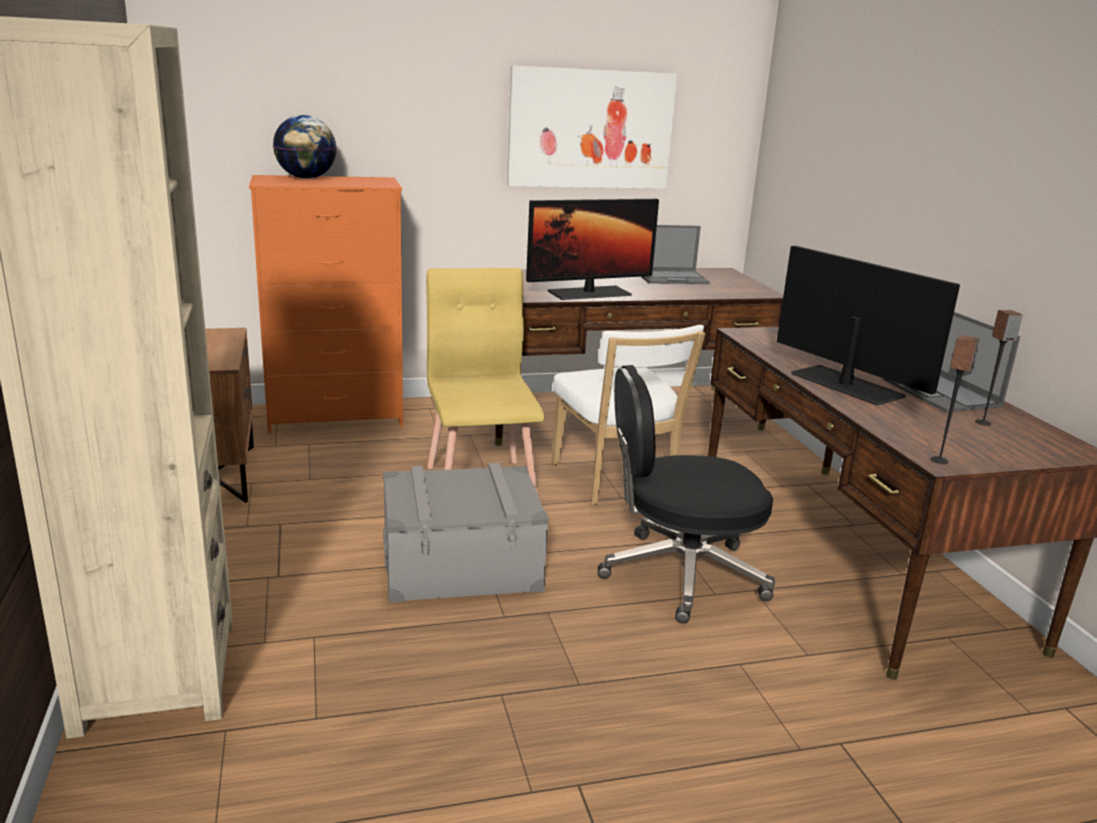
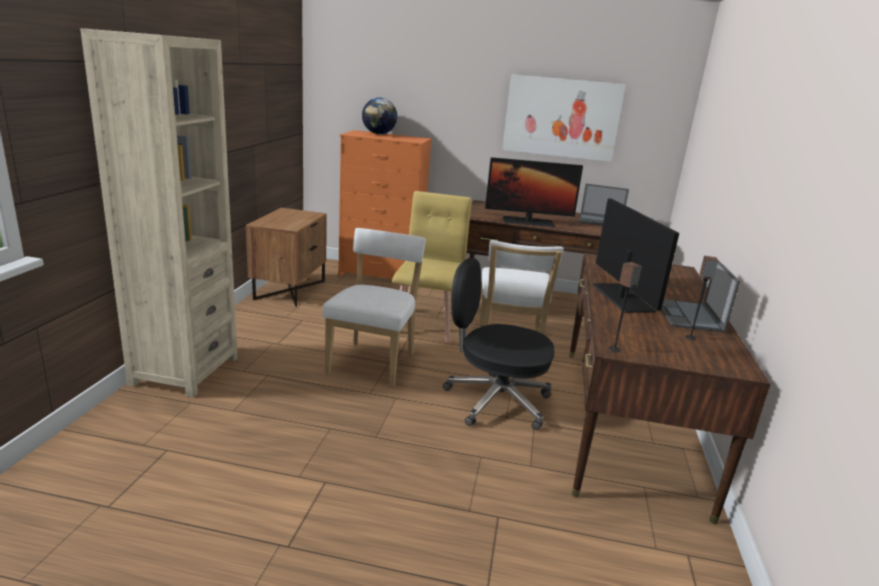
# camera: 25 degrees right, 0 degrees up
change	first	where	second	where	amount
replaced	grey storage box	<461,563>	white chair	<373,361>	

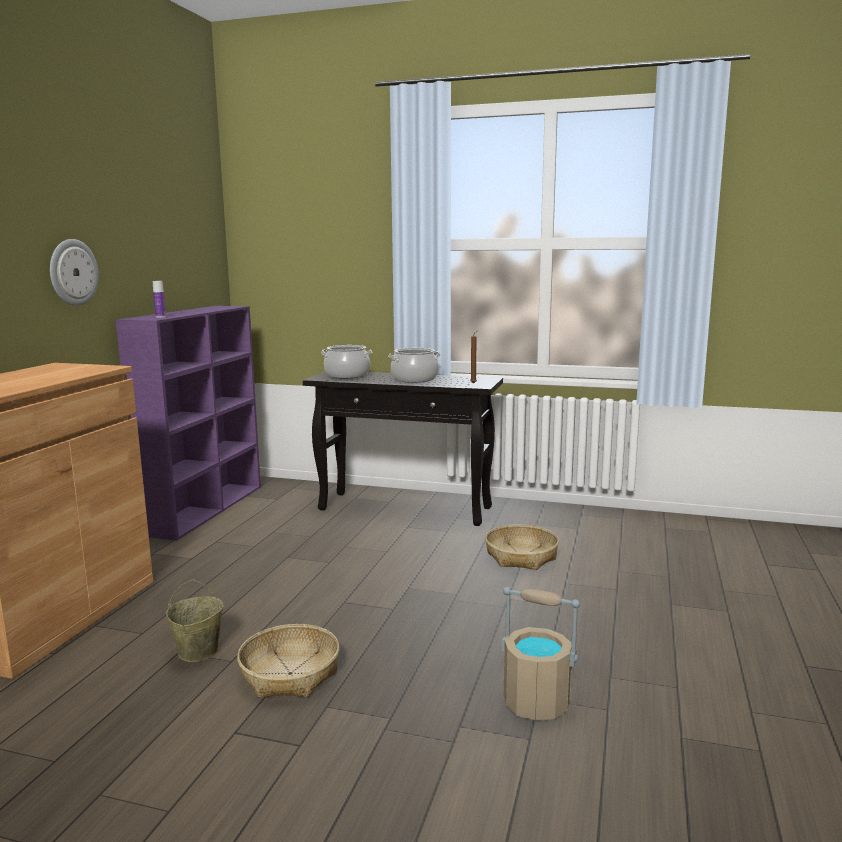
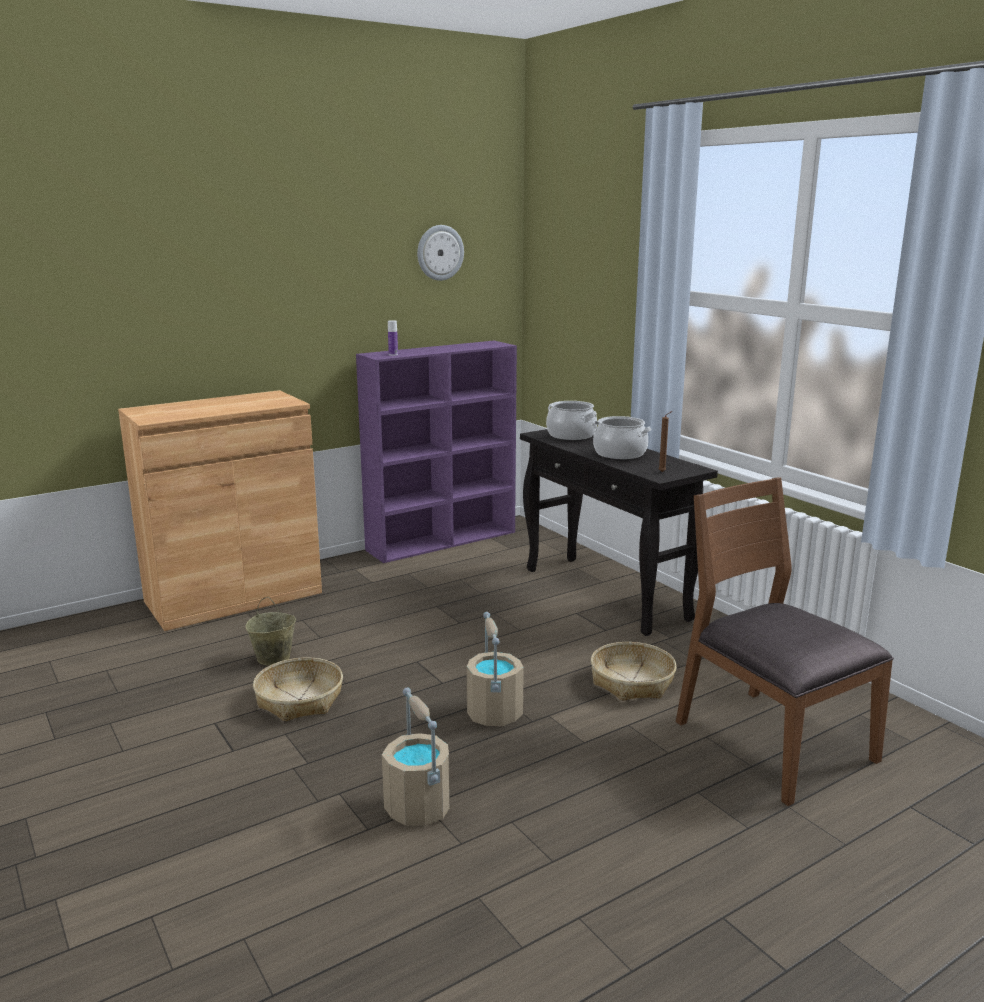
# camera: 40 degrees right, 5 degrees up
change	first	where	second	where	amount
moved	wall clock	<73,272>		<439,252>	
added			brown chair	<770,741>	
added			beige bucket	<494,713>	

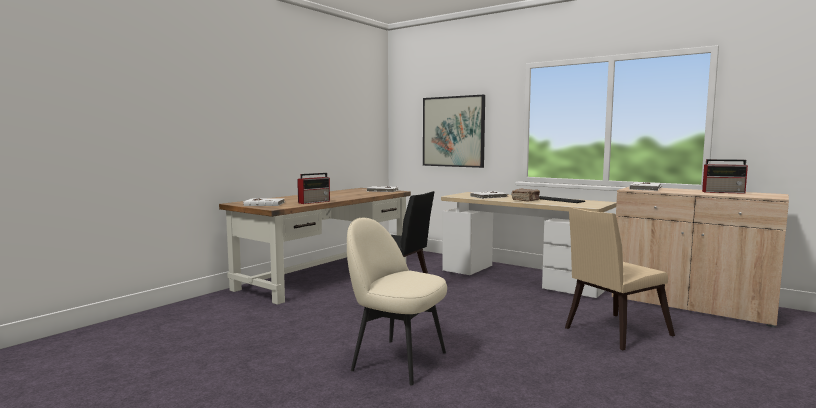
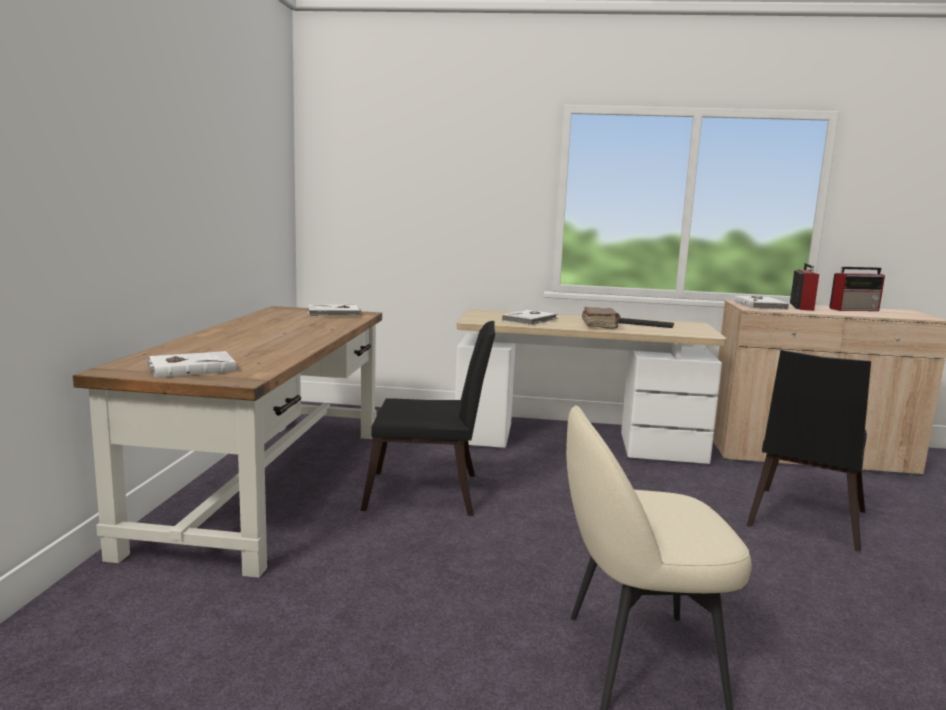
# camera: 30 degrees left, 5 degrees up
change	first	where	second	where	amount
removed	picture	<453,131>			
moved	radio	<314,202>		<802,307>	
recoloured	beige chair	<612,332>	black chair	<803,521>	

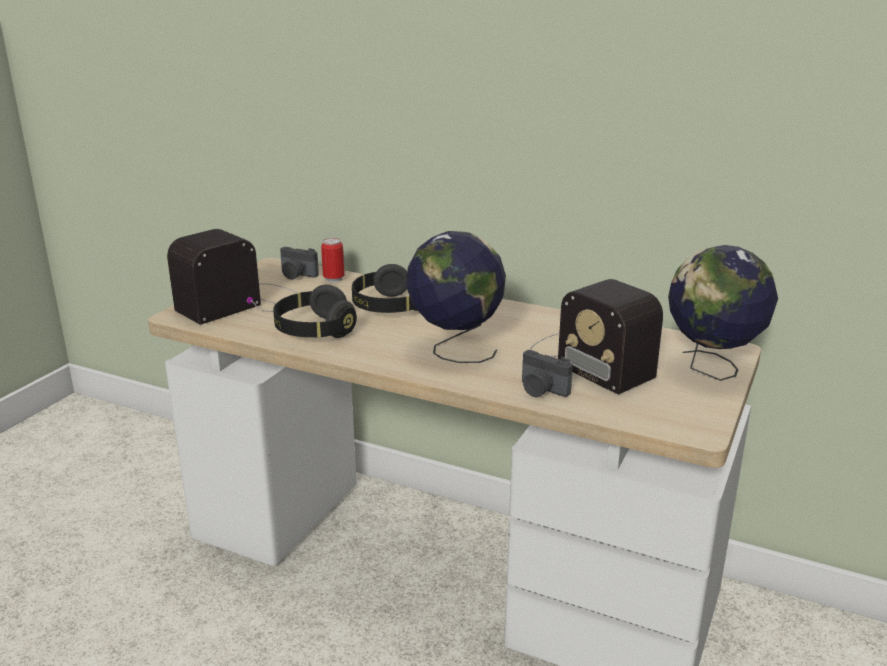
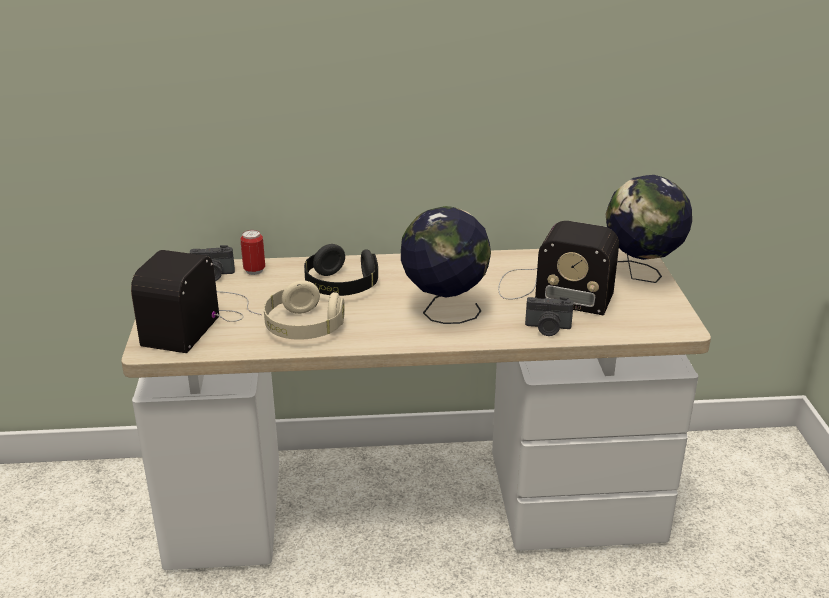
# camera: 30 degrees left, 5 degrees up
change	first	where	second	where	amount
recoloured	black headphones	<314,330>	beige headphones	<303,328>	

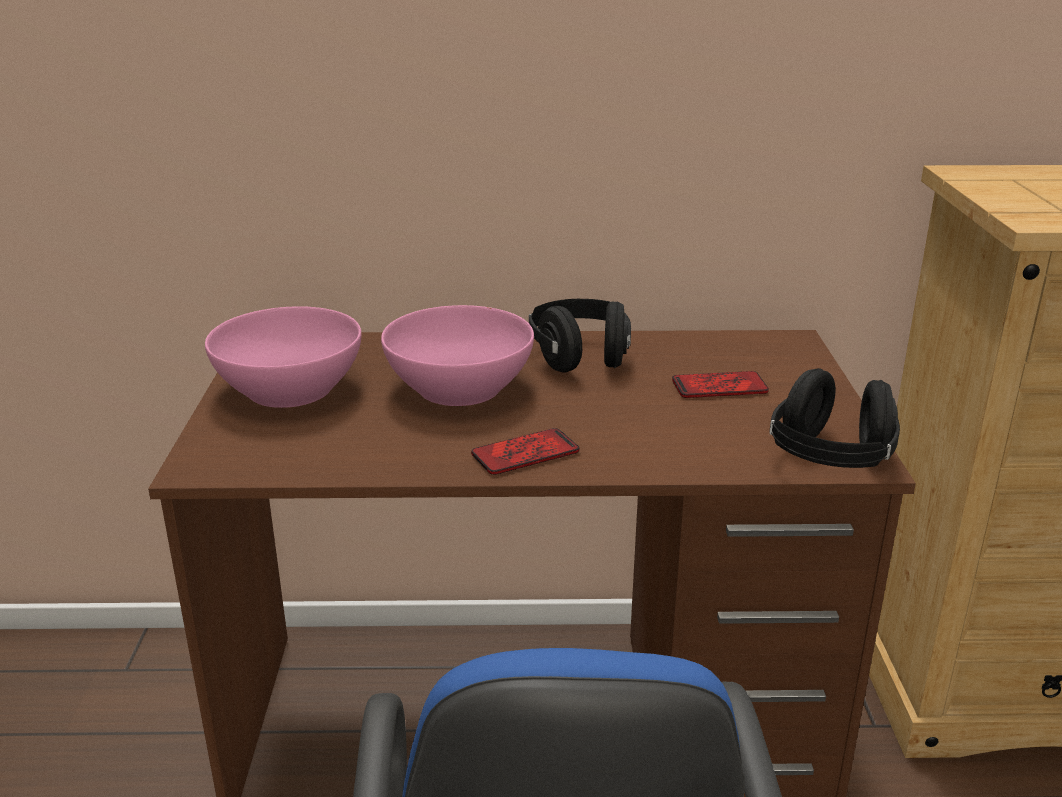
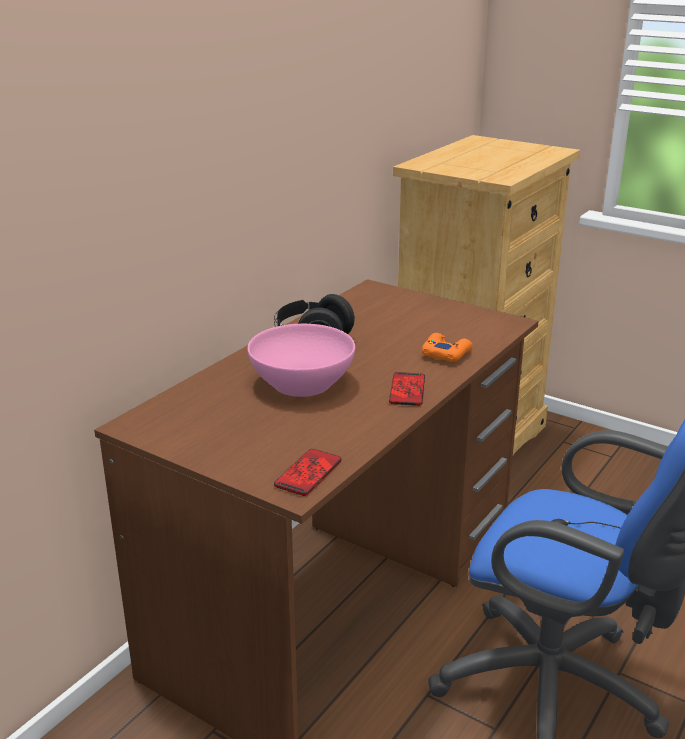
# camera: 55 degrees left, 0 degrees up
change	first	where	second	where	amount
removed	pink bowl	<291,389>			
removed	black headphones	<830,459>			
moved	phone	<719,387>		<308,473>	
added			orange game controller	<446,353>	

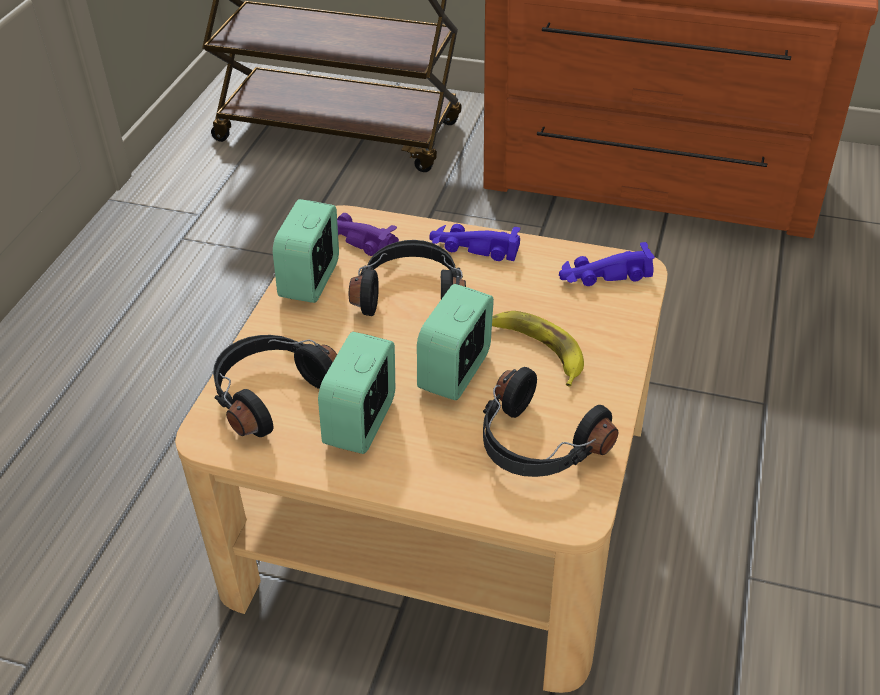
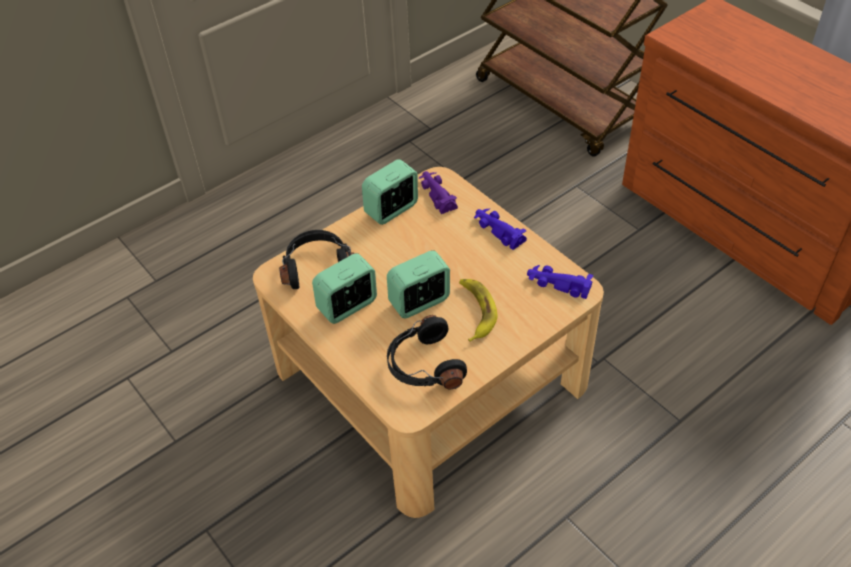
# camera: 35 degrees right, 5 degrees up
change	first	where	second	where	amount
removed	black headphones	<411,293>			

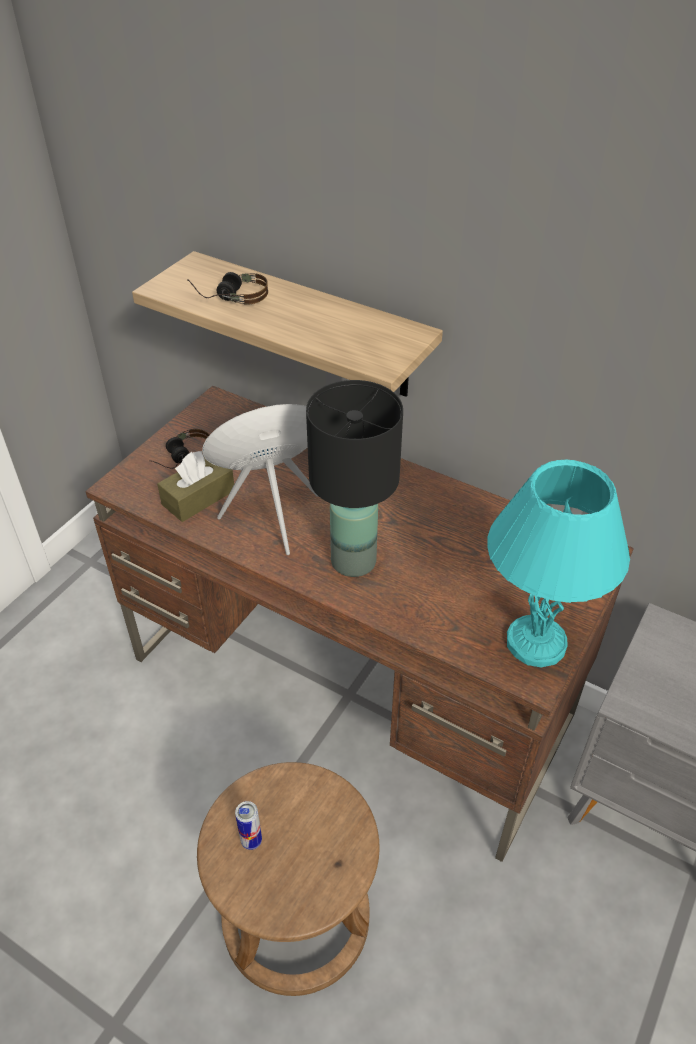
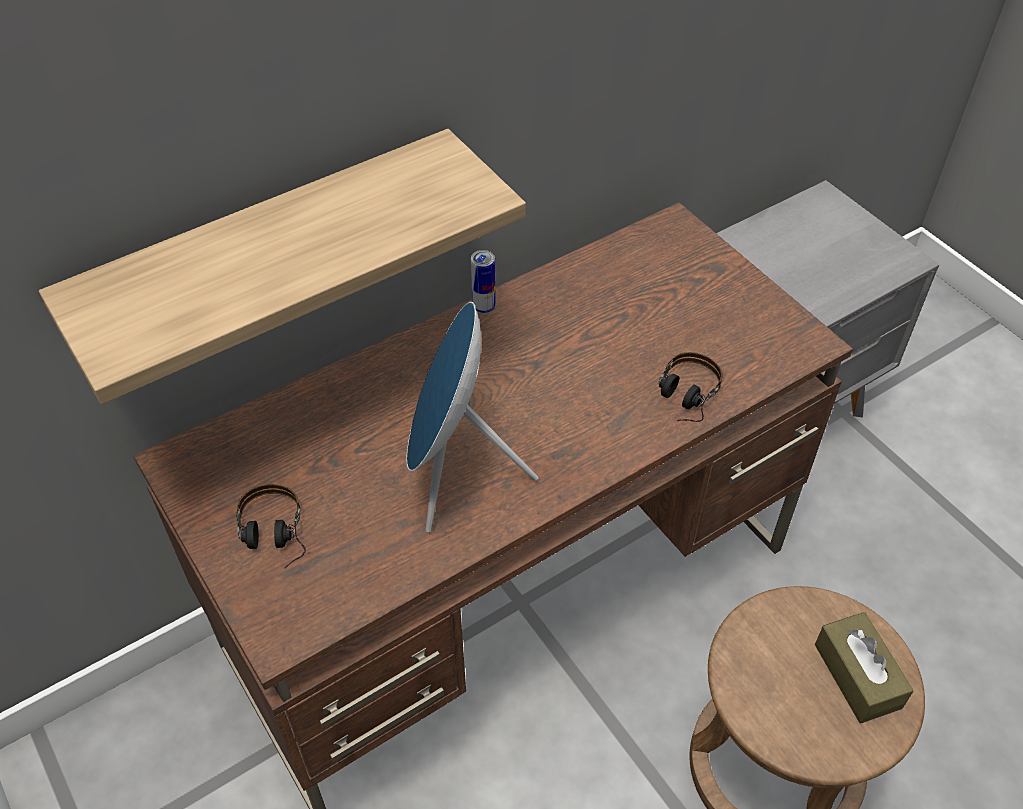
# camera: 65 degrees left, 5 degrees up
change	first	where	second	where	amount
moved	headphones	<230,296>		<684,400>	
removed	black table lamp	<353,560>			
moved	brown tissue box	<198,497>		<857,676>	
removed	turquoise table lamp	<533,642>			
moved	can	<251,840>		<484,307>	

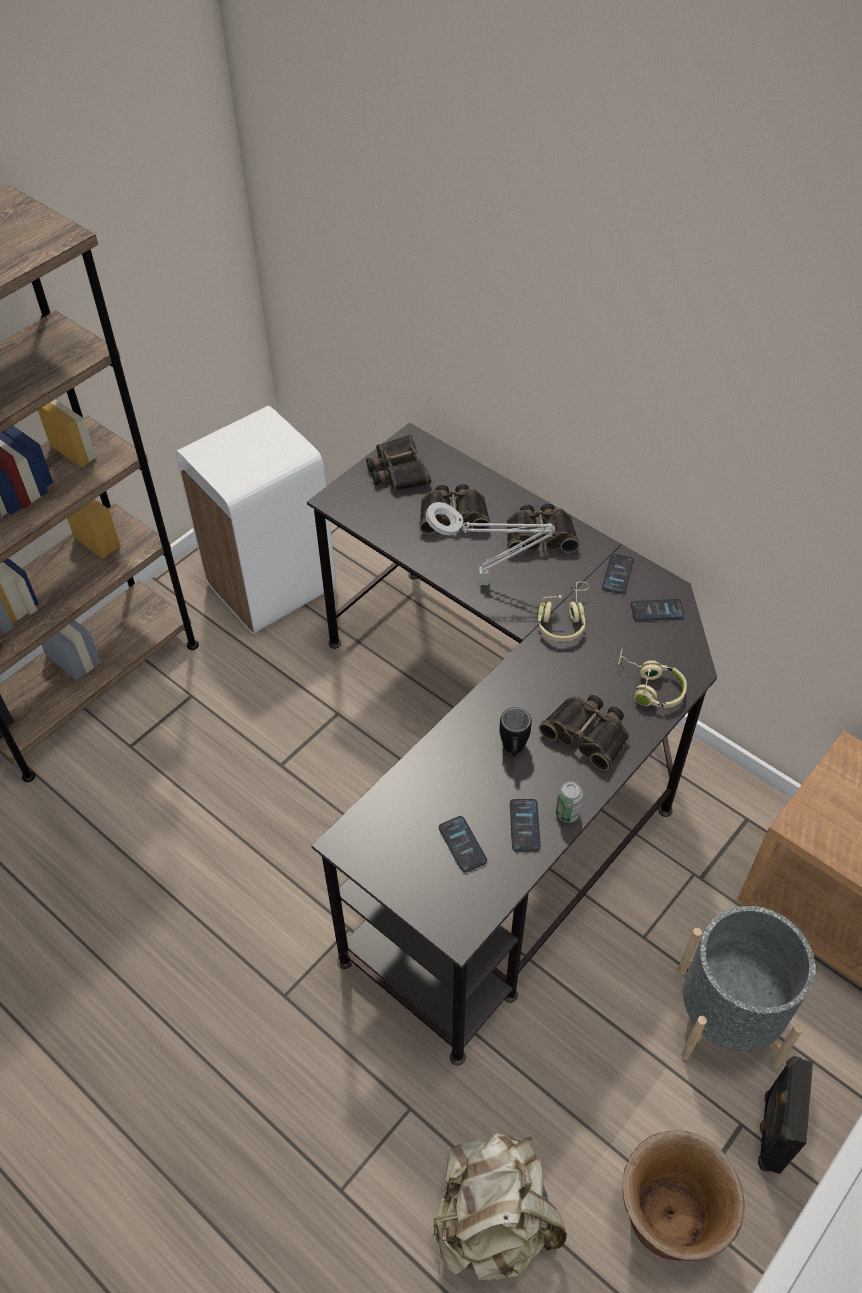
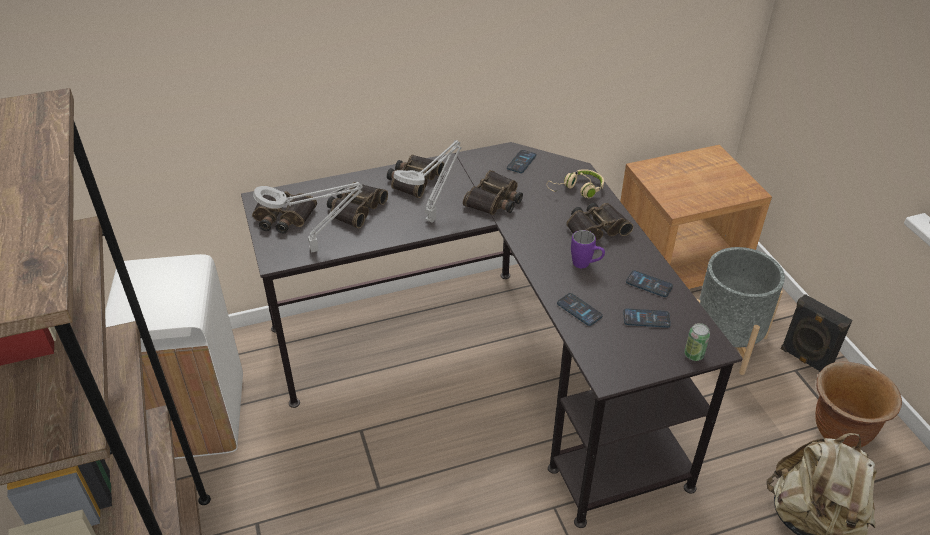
# camera: 60 degrees left, 10 degrees down
change	first	where	second	where	amount
moved	phone	<617,574>		<579,310>	
replaced	beige headphones	<563,619>	binoculars	<495,200>	
recoloured	black mug	<513,751>	purple mug	<586,265>	
moved	can	<567,813>		<693,355>	
added			grey table lamp	<317,249>	

